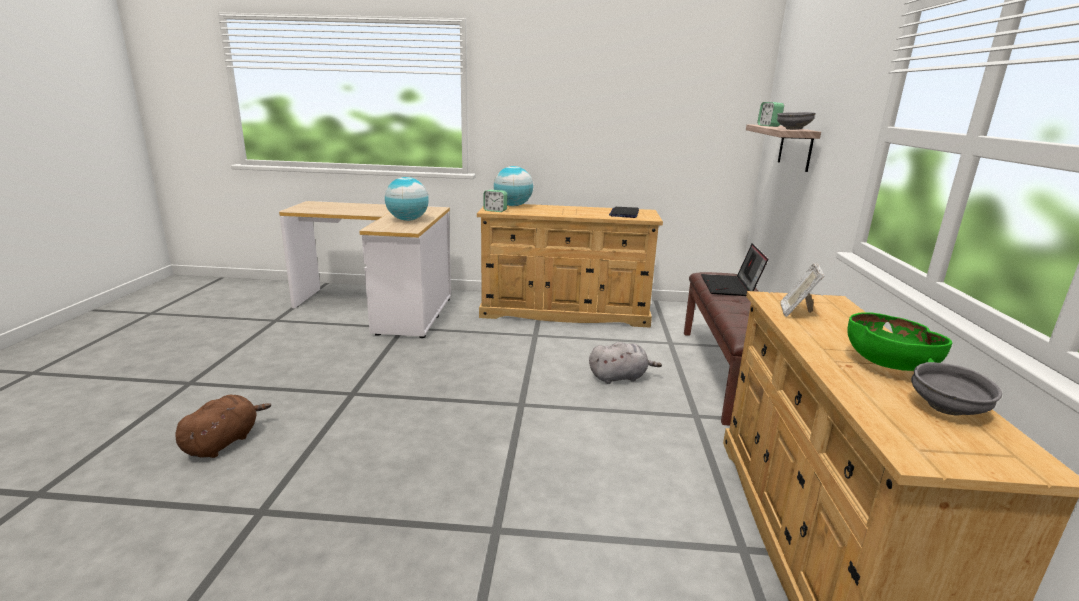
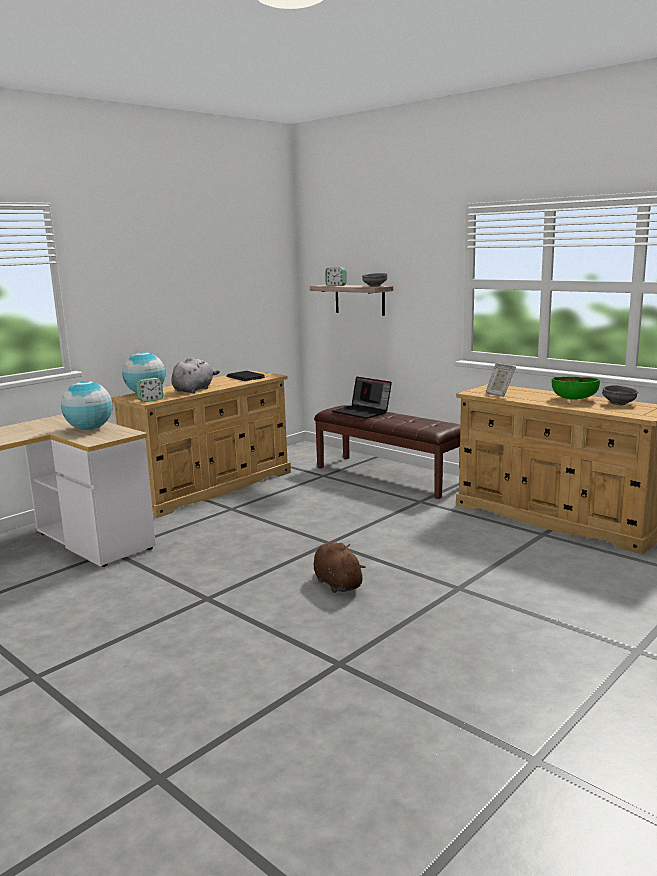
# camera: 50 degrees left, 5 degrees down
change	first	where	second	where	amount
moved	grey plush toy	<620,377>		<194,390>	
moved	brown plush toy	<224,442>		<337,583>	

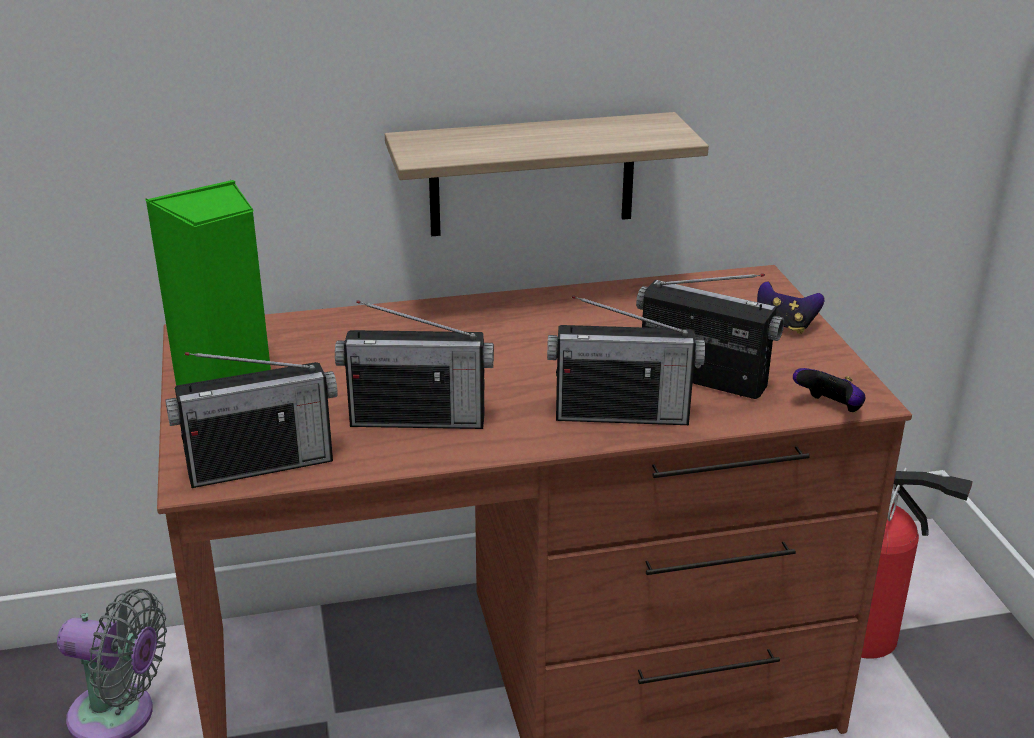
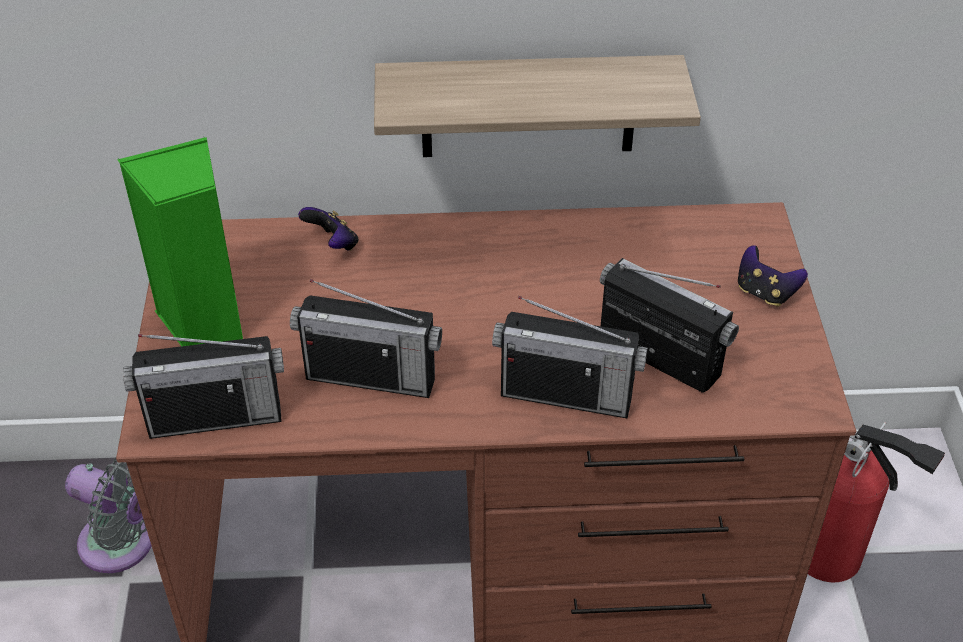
# camera: 10 degrees right, 15 degrees up
change	first	where	second	where	amount
moved	game controller	<829,409>		<333,244>	

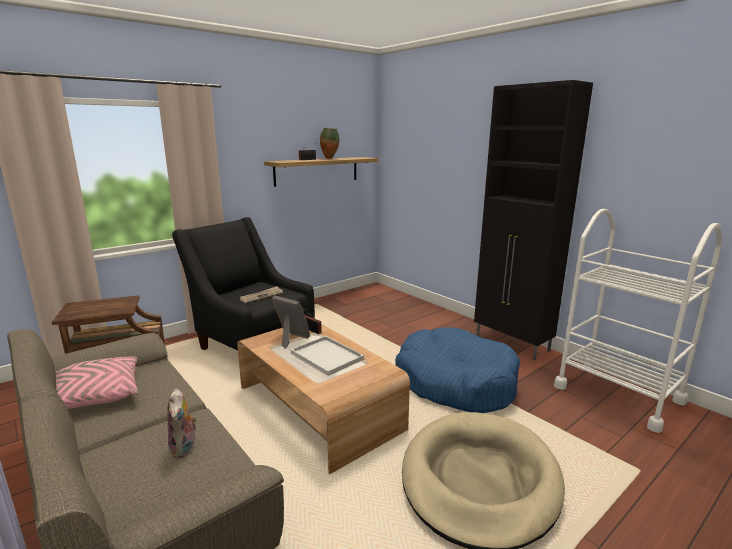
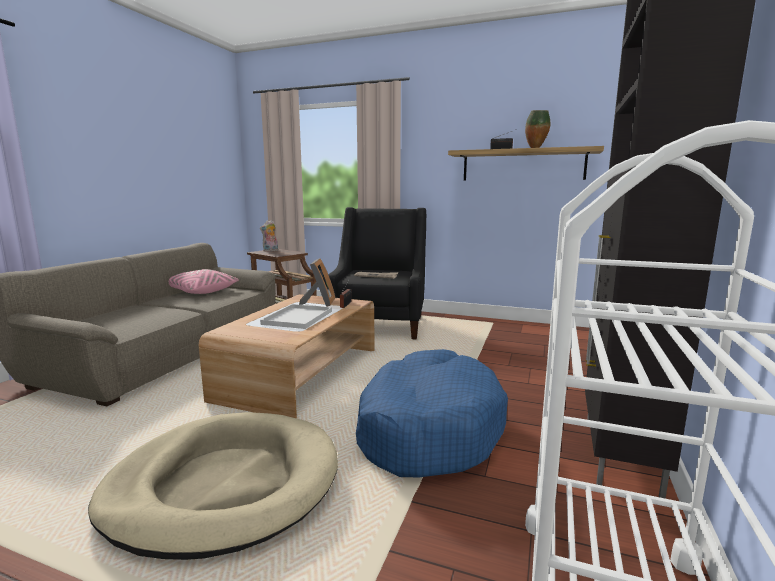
# camera: 60 degrees right, 5 degrees down
change	first	where	second	where	amount
moved	plush toy	<185,448>		<270,251>	

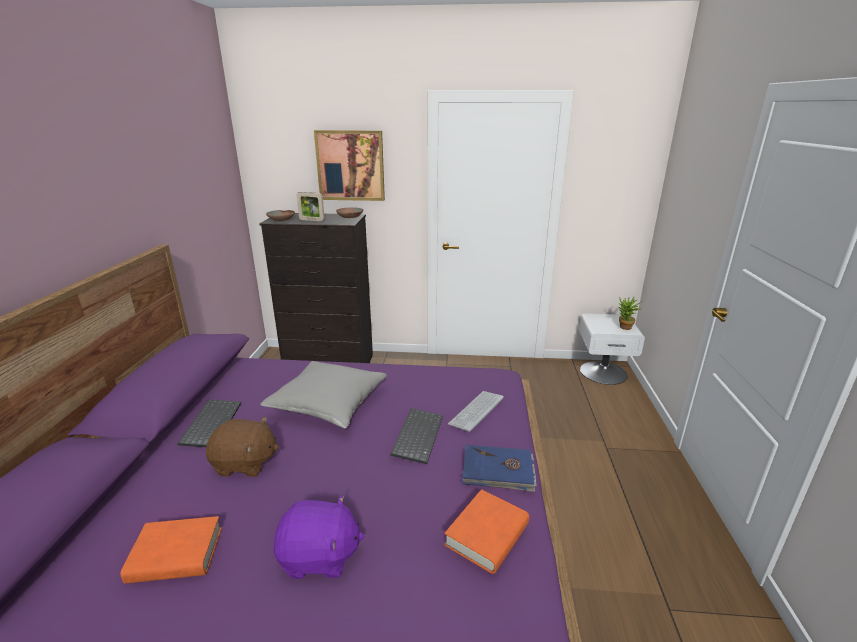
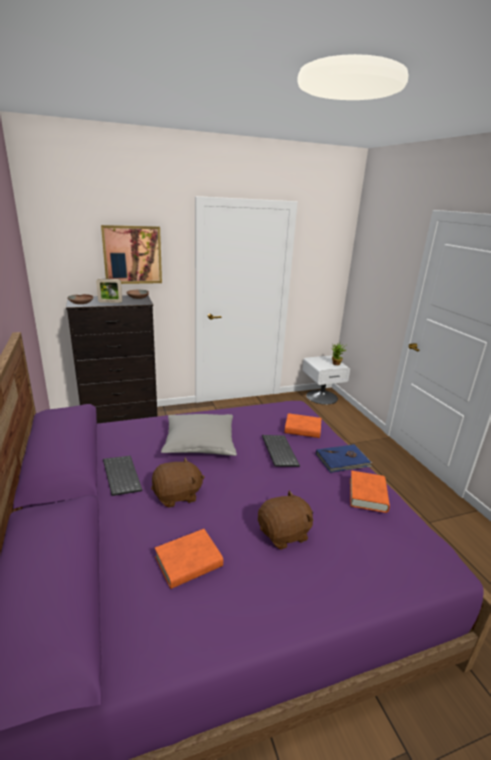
# camera: 25 degrees left, 0 degrees up
change	first	where	second	where	amount
replaced	keyboard	<476,411>	orange book	<302,429>	
recoloured	purple plush toy	<319,557>	brown plush toy	<284,534>	

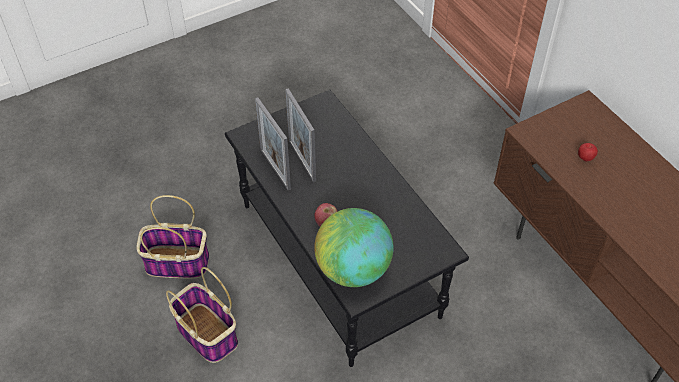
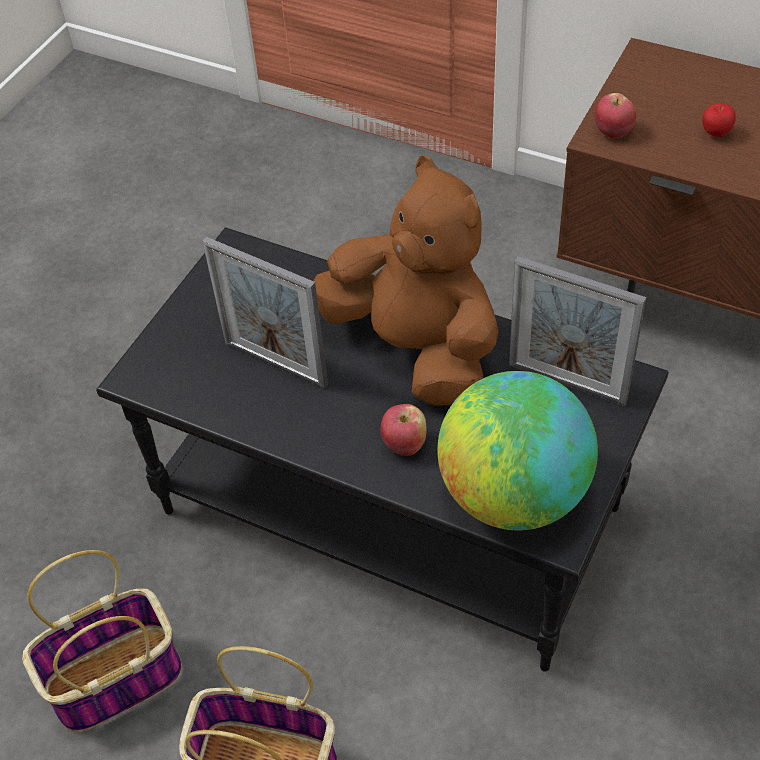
# camera: 30 degrees left, 0 degrees up
change	first	where	second	where	amount
moved	picture frame	<275,169>		<567,383>	
added			apple	<613,132>	
added			brown plush toy	<416,348>	

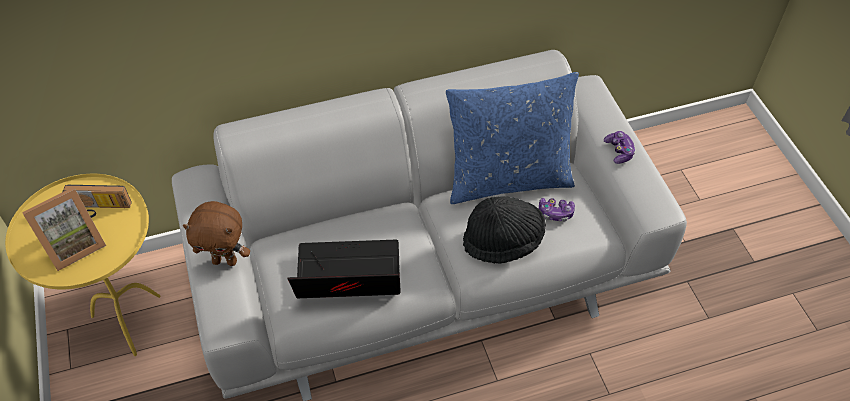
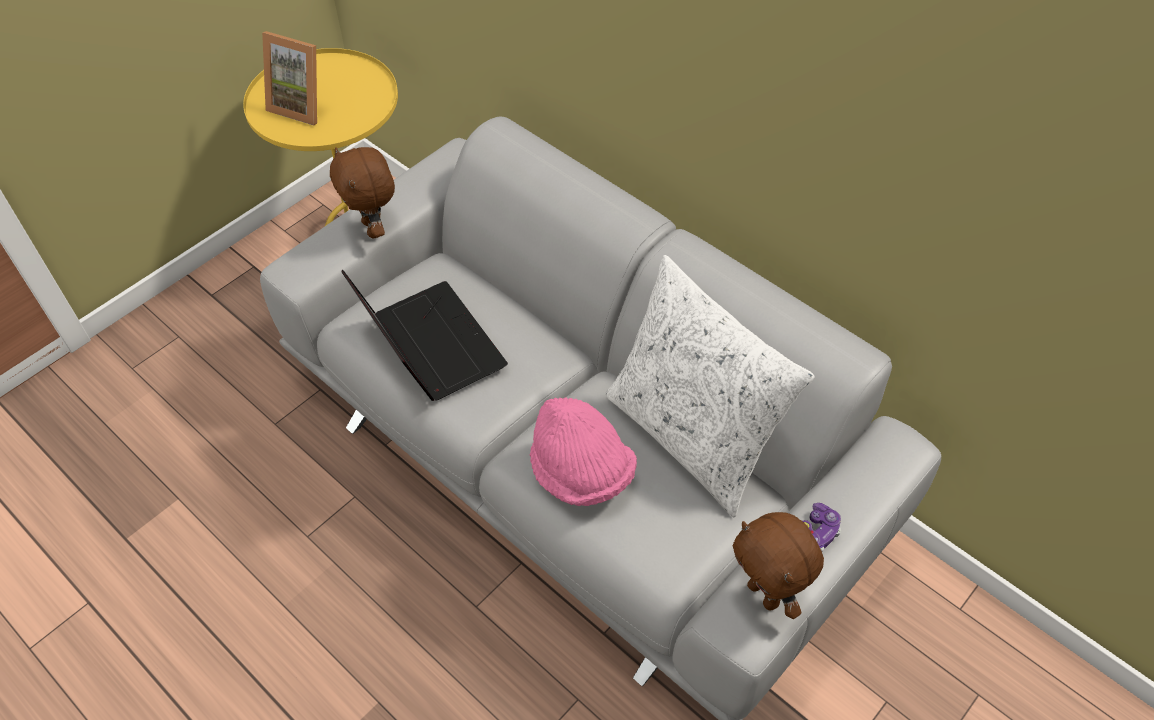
# camera: 60 degrees right, 0 degrees up
change	first	where	second	where	amount
recoloured	blue pillow	<507,178>	white pillow	<691,436>	
removed	radio	<98,209>			
recoloured	black hat	<503,241>	pink hat	<580,472>	
removed	game controller	<555,213>			
added			brown plush toy	<765,594>	

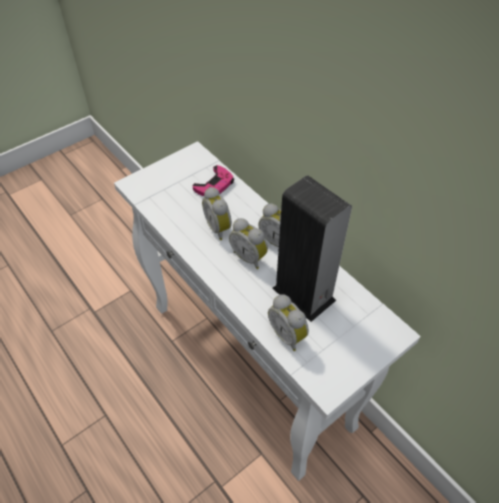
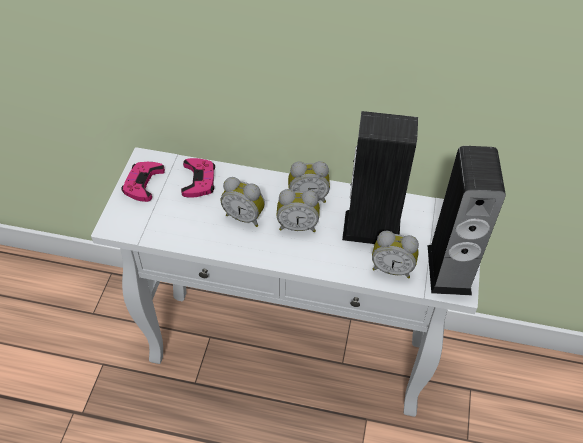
# camera: 40 degrees left, 0 degrees up
change	first	where	second	where	amount
added			speaker	<449,269>	
added			pink game controller	<143,183>	

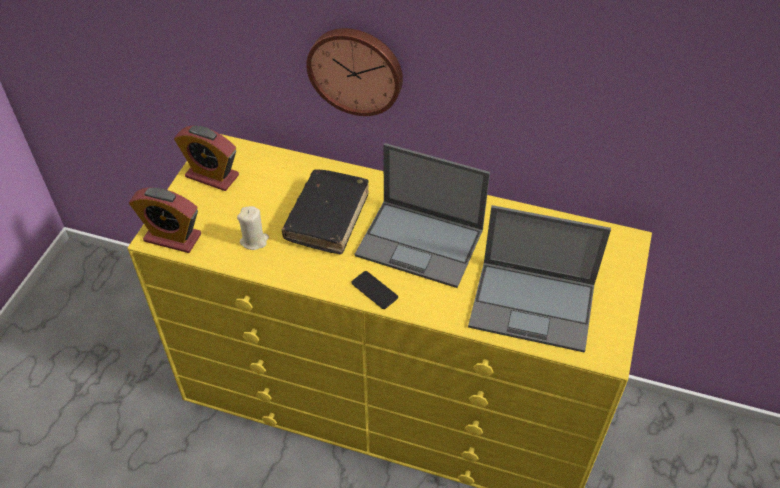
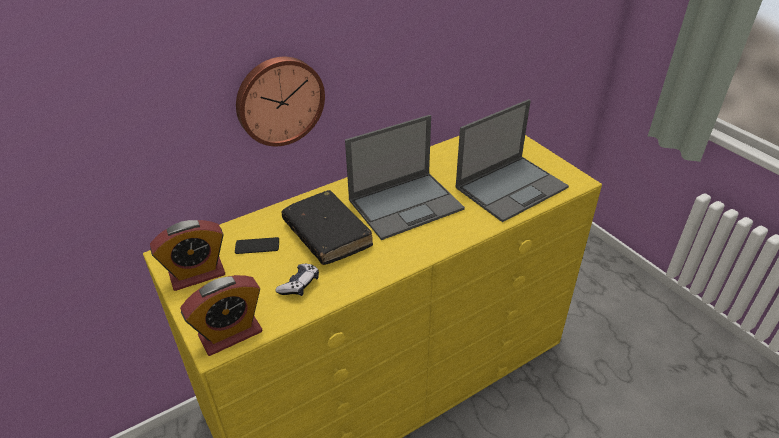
# camera: 50 degrees left, 10 degrees down
change	first	where	second	where	amount
replaced	beige candle	<254,240>	game controller	<299,285>	
moved	phone	<374,290>		<257,246>	

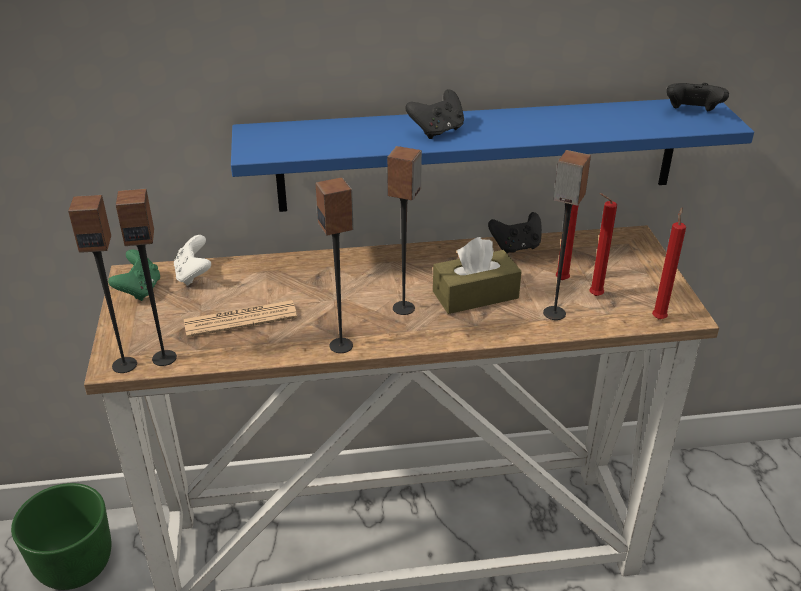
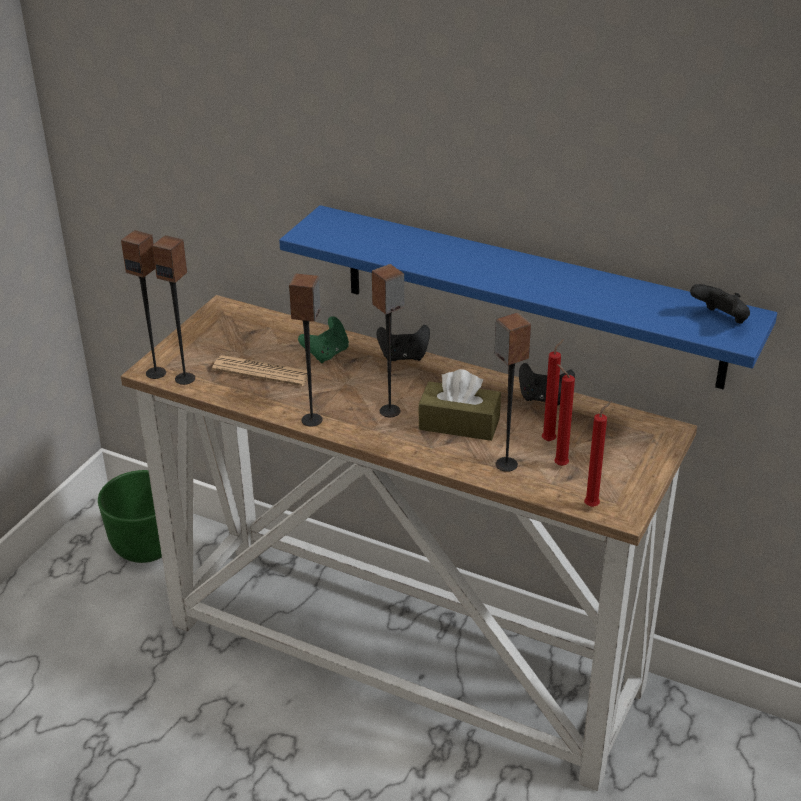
# camera: 35 degrees right, 0 degrees up
change	first	where	second	where	amount
moved	black game controller	<437,131>		<404,357>	
removed	white game controller	<194,275>			
moved	green game controller	<139,290>		<327,354>	

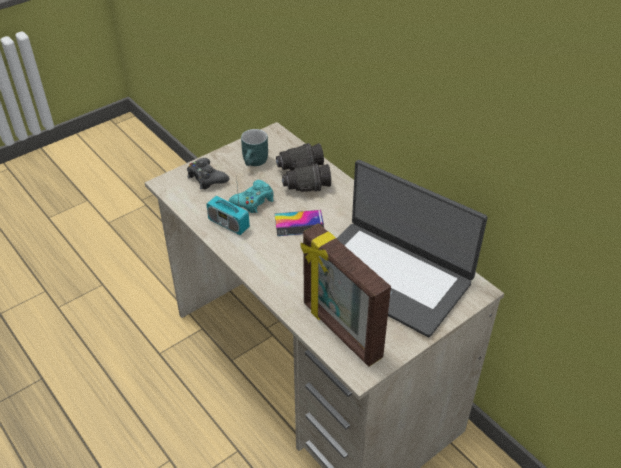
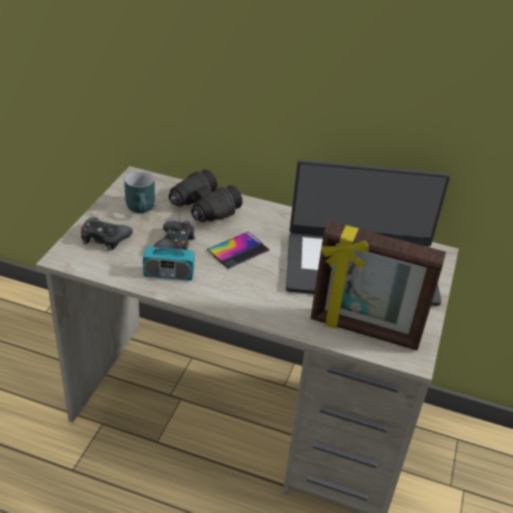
# camera: 35 degrees left, 5 degrees down
change	first	where	second	where	amount
recoloured	turquoise game controller	<253,201>	black game controller	<174,244>	

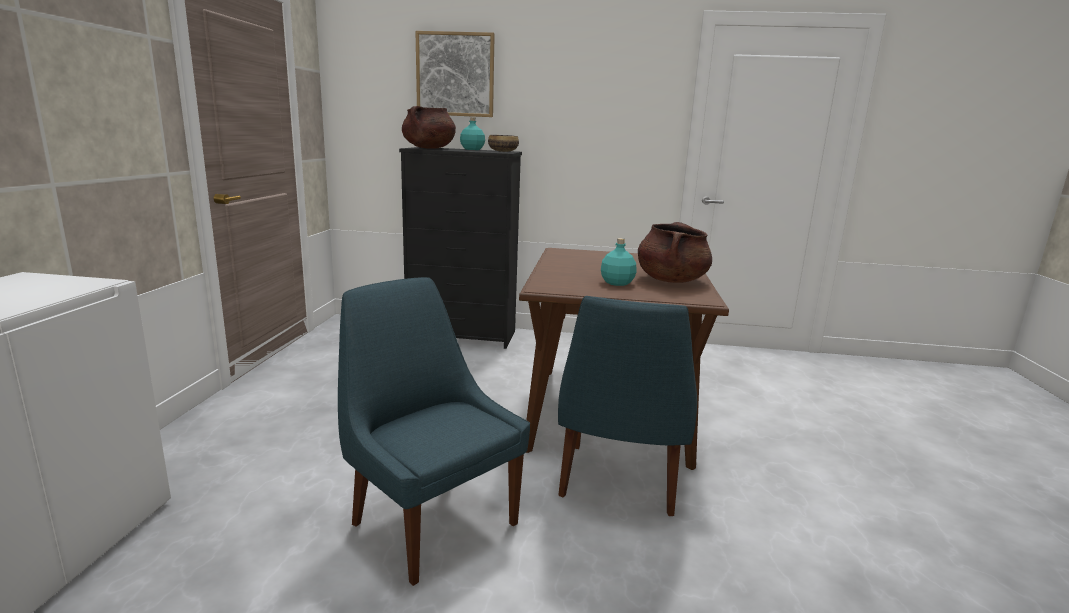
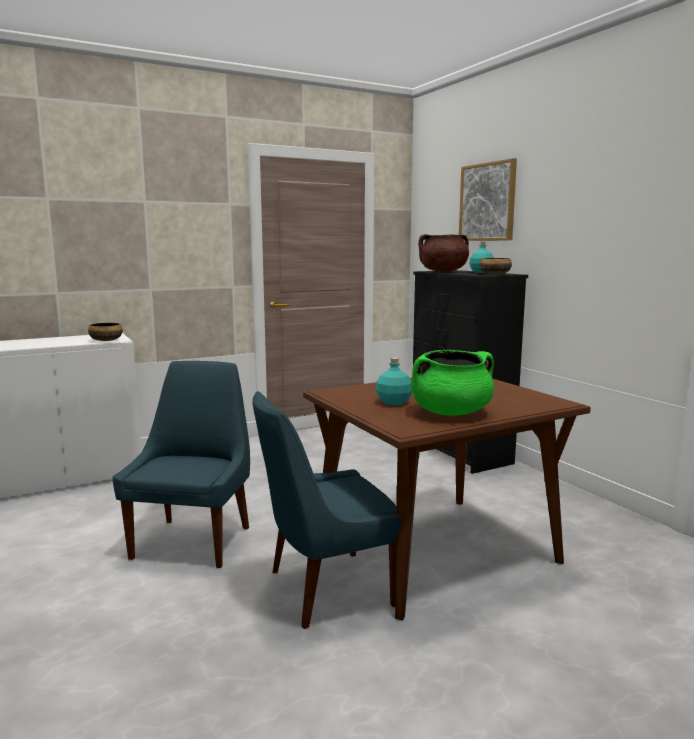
# camera: 55 degrees right, 5 degrees down
change	first	where	second	where	amount
recoloured	brown cooking pot	<671,280>	green cooking pot	<451,412>	
added			bowl	<106,340>	

